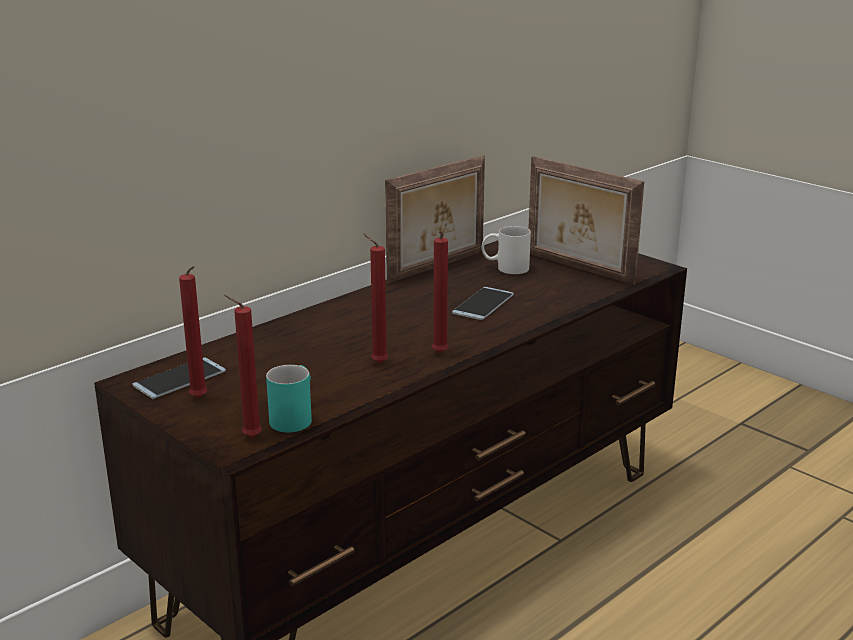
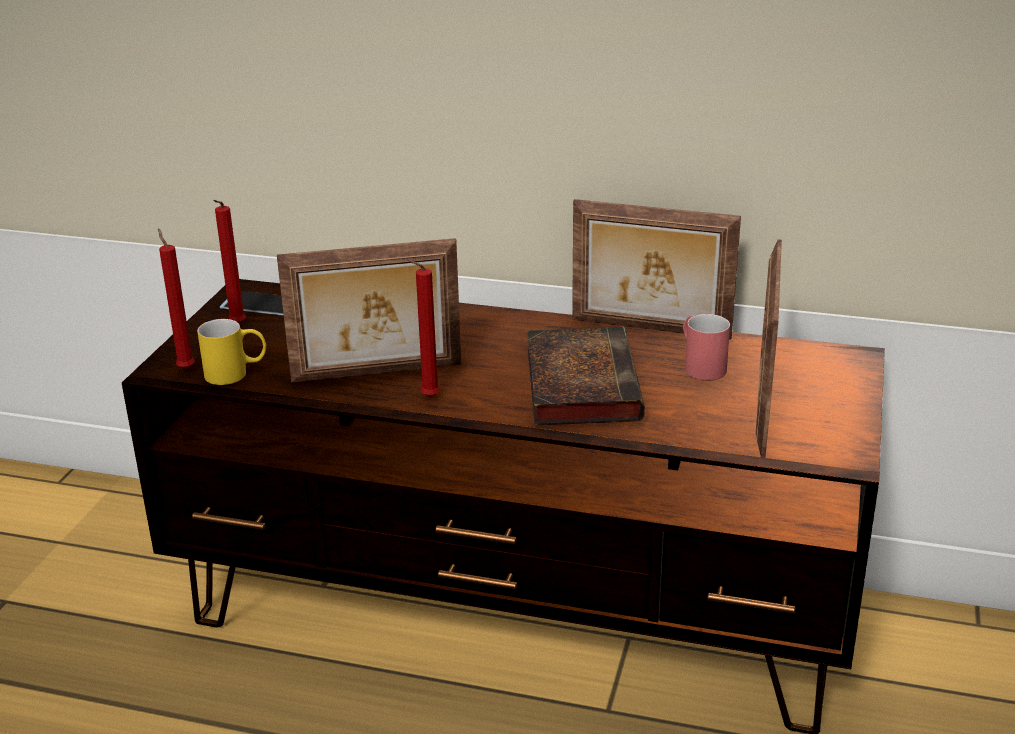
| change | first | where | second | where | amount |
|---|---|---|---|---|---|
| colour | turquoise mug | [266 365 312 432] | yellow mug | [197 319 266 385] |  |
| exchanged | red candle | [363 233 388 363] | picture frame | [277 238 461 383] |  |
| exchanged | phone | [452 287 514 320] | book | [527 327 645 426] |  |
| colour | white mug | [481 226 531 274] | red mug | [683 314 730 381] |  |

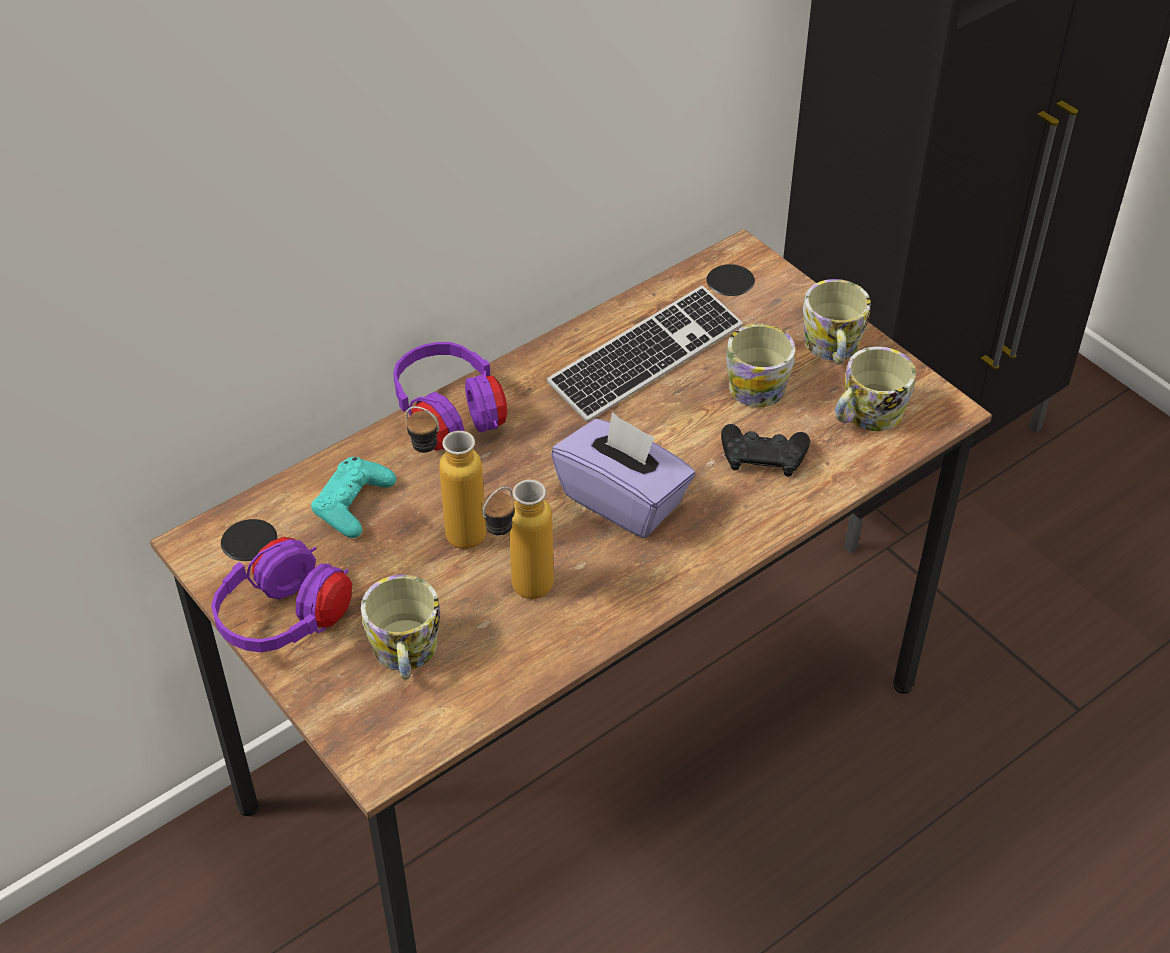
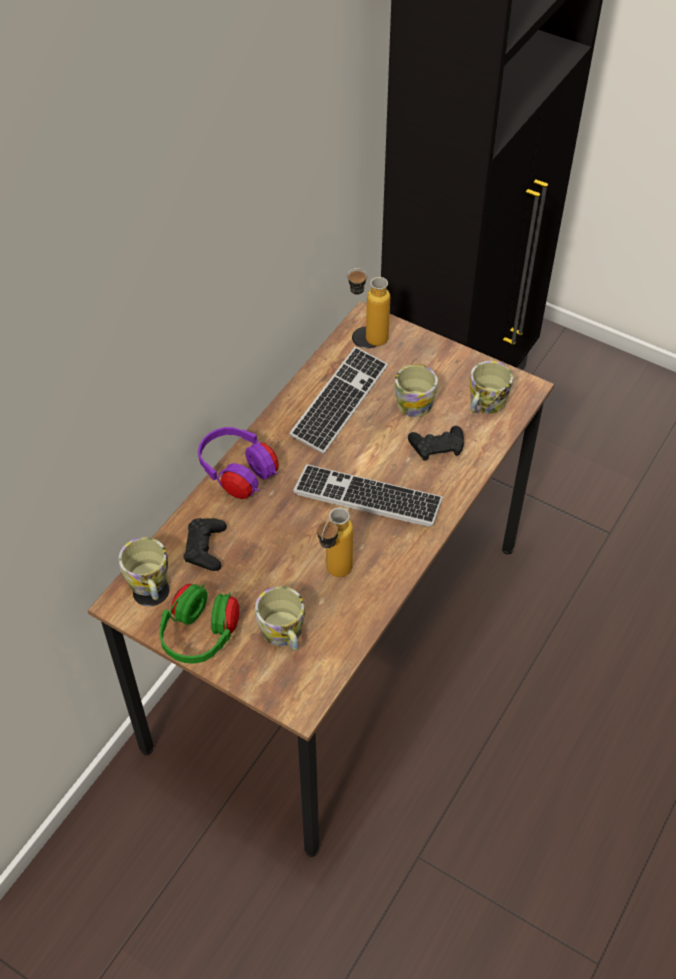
| change | first | where | second | where | amount |
|---|---|---|---|---|---|
| relocated | mug | [803 279 871 365] |  | [119 537 168 600] |  |
| colour | purple headphones | [211 537 352 653] | green headphones | [159 584 239 664] |  |
| colour | turquoise game controller | [311 457 397 538] | black game controller | [183 518 227 571] |  |
| exchanged | purple tissue box | [551 412 695 538] | keyboard | [293 464 443 527] |  |
| relocated | bottle | [406 406 486 549] |  | [347 268 390 346] |  |

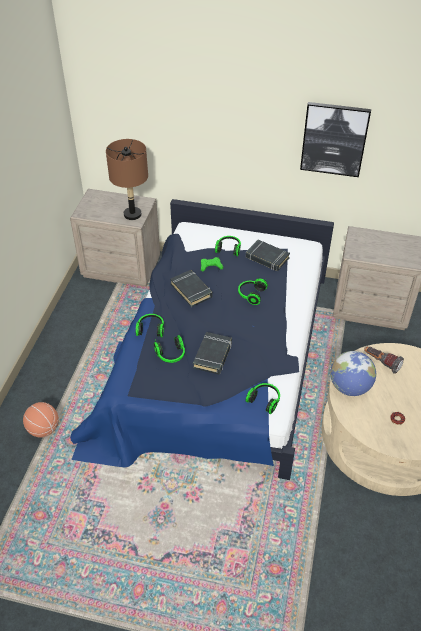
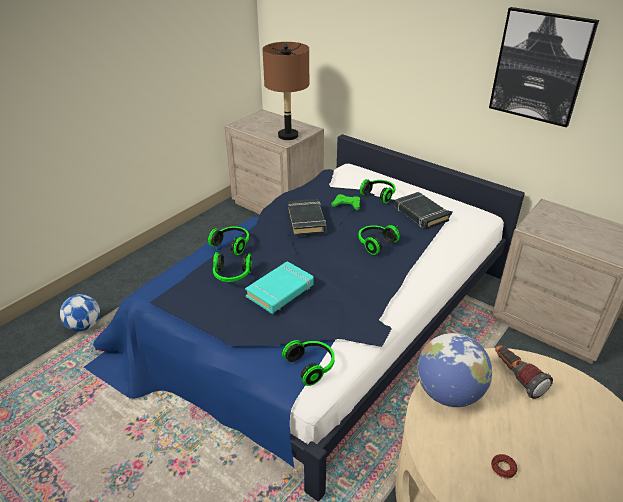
| change | first | where | second | where | amount |
|---|---|---|---|---|---|
| exchanged | basketball | [23 402 59 438] | football | [60 294 100 331] |  |
| colour | black book | [193 332 232 374] | turquoise book | [245 261 314 314] |  |

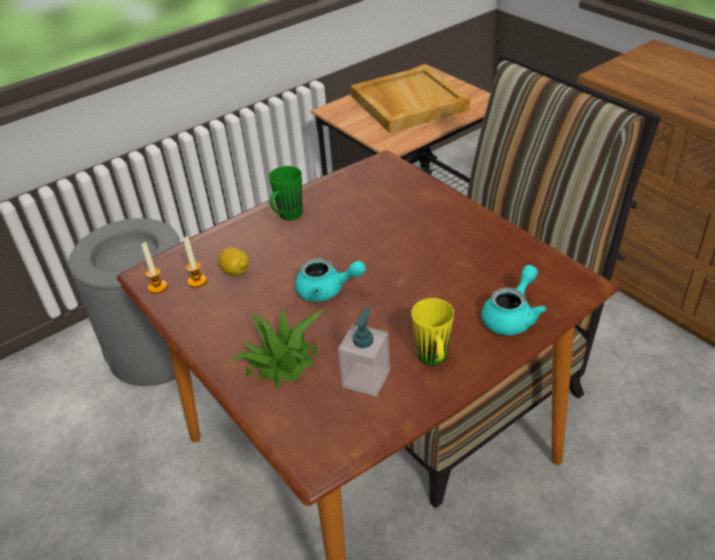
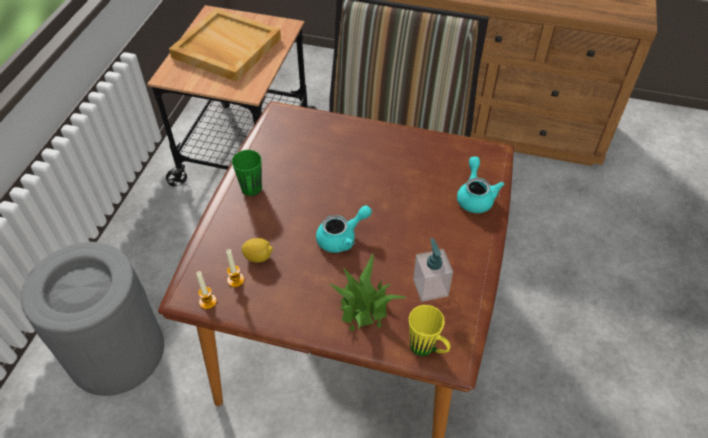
| change | first | where | second | where | amount |
|---|---|---|---|---|---|
| relocated | yellow mug | [411 298 454 366] |  | [409 305 450 356] |  |

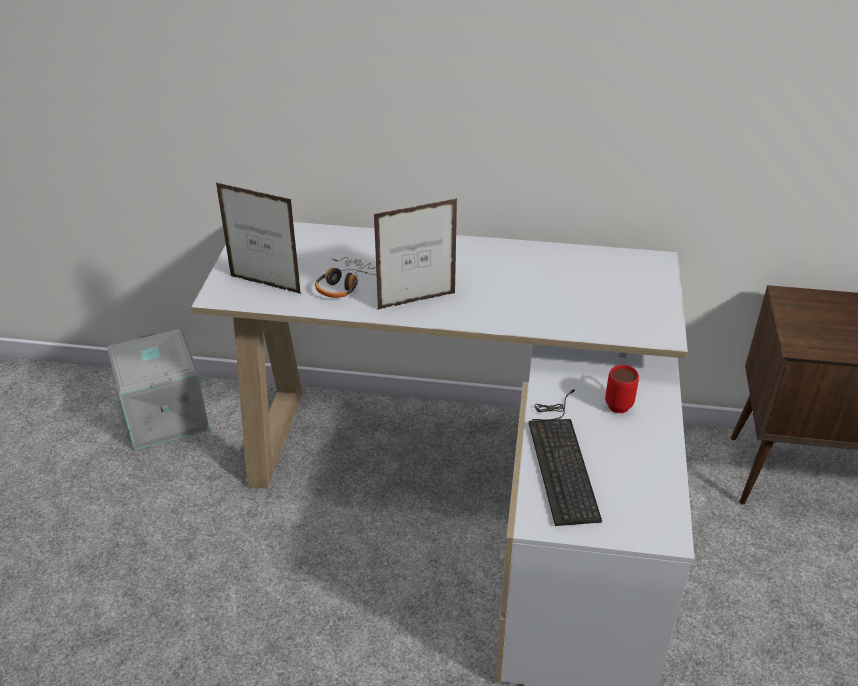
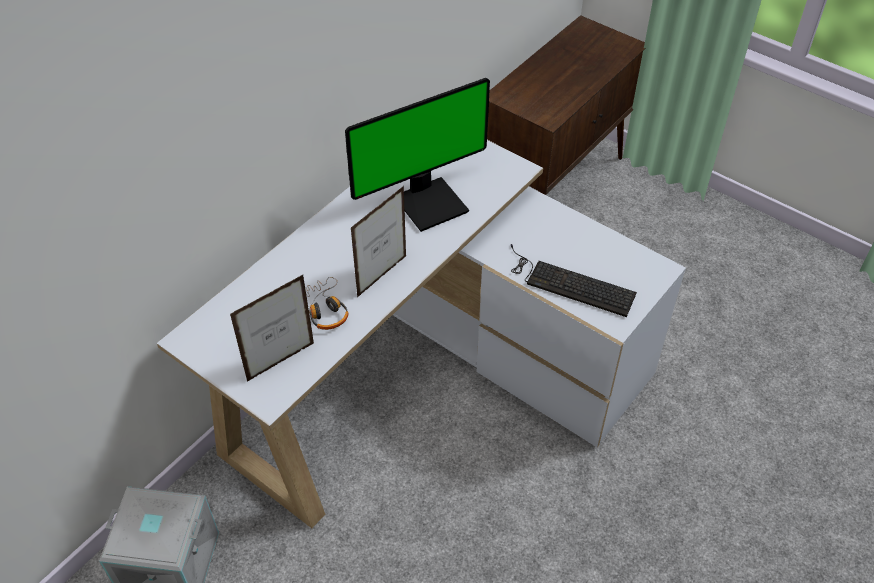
| change | first | where | second | where | amount |
|---|---|---|---|---|---|
| appeared |  |  | monitor | [345 78 490 232] |  |
| spun | picture frame | [373 198 457 310] |  | [351 186 406 298] | 150 degrees counterclockwise |
| missing | red mug | [605 365 639 413] |  |  |  |

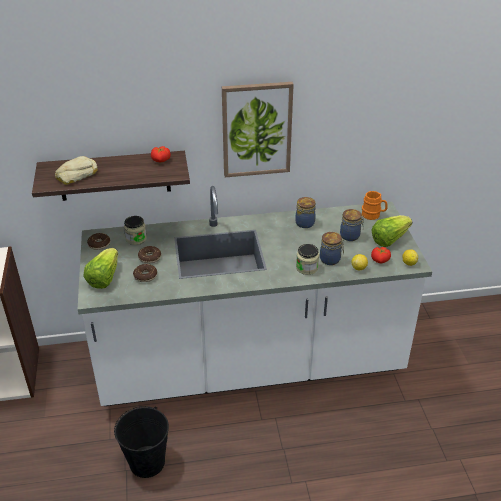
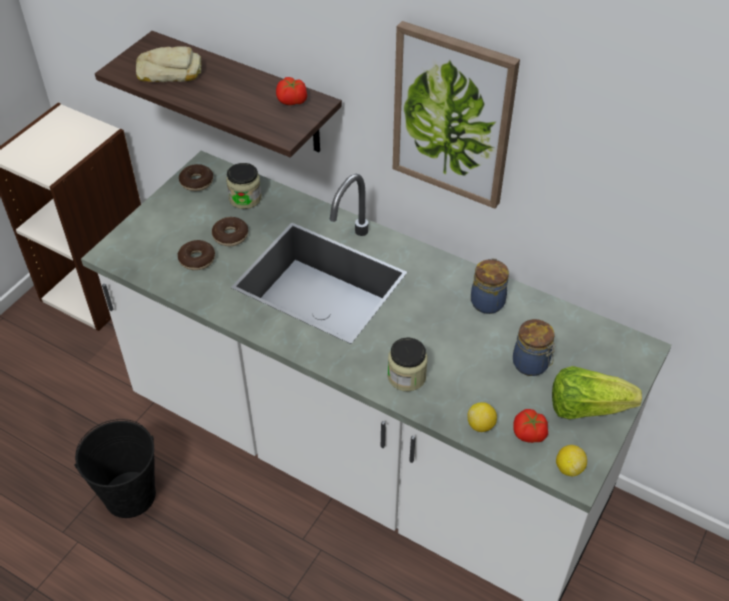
| change | first | where | second | where | amount |
|---|---|---|---|---|---|
| missing | lettuce | [84 248 118 289] |  |  |  |
| missing | jar | [320 232 345 265] |  |  |  |
| missing | orange mug | [362 191 388 220] |  |  |  |

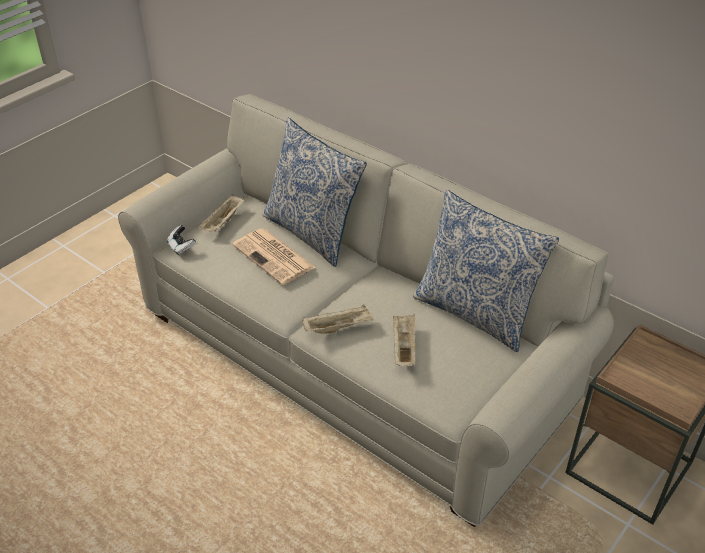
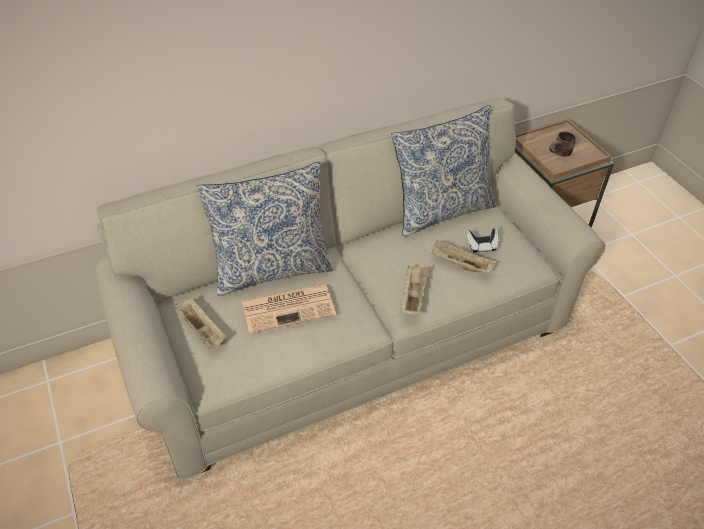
| change | first | where | second | where | amount |
|---|---|---|---|---|---|
| relocated | game controller | [167 225 196 255] |  | [466 228 499 253] |  |
| appeared |  |  | brown mug | [549 131 576 157] |  |

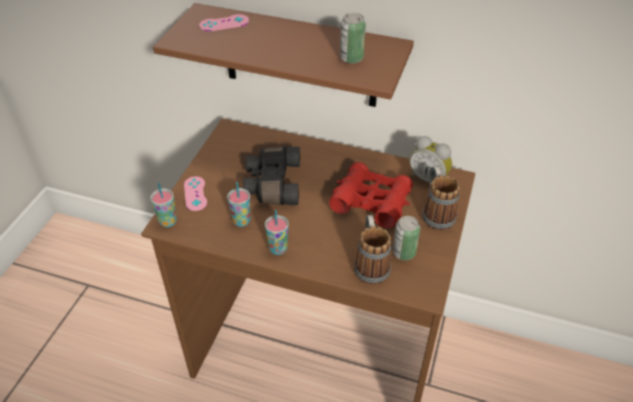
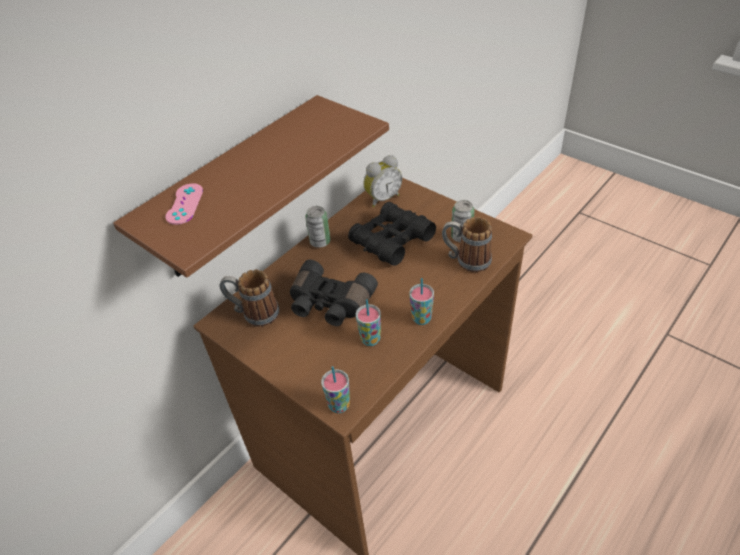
| change | first | where | second | where | amount |
|---|---|---|---|---|---|
| relocated | mug | [422 166 460 230] |  | [219 269 279 327] |  |
| relocated | can | [340 13 366 64] |  | [305 206 331 248] |  |
| colour | red binoculars | [329 162 413 228] | black binoculars | [348 202 436 266] |  |
| missing | pink game controller | [184 176 207 211] |  |  |  |

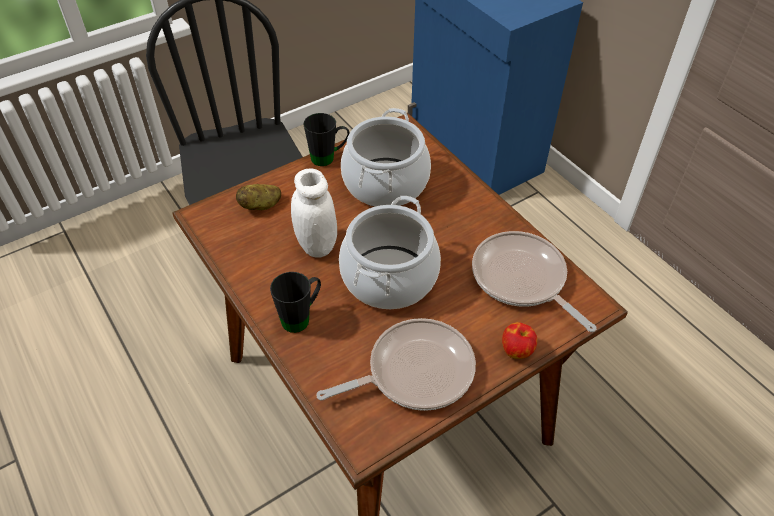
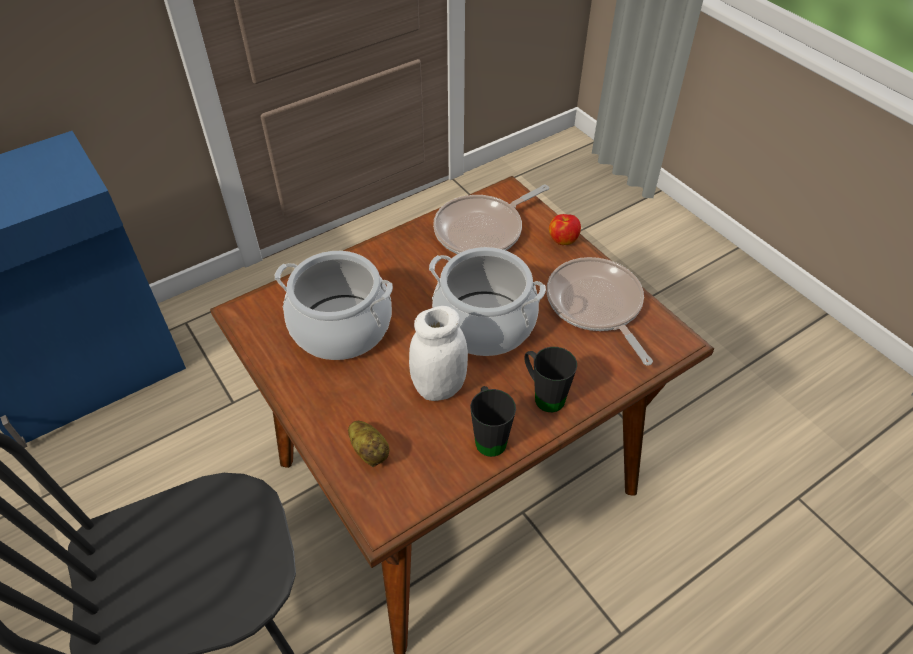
| change | first | where | second | where | amount |
|---|---|---|---|---|---|
| relocated | black mug | [304 113 350 166] |  | [470 386 516 457] |  |

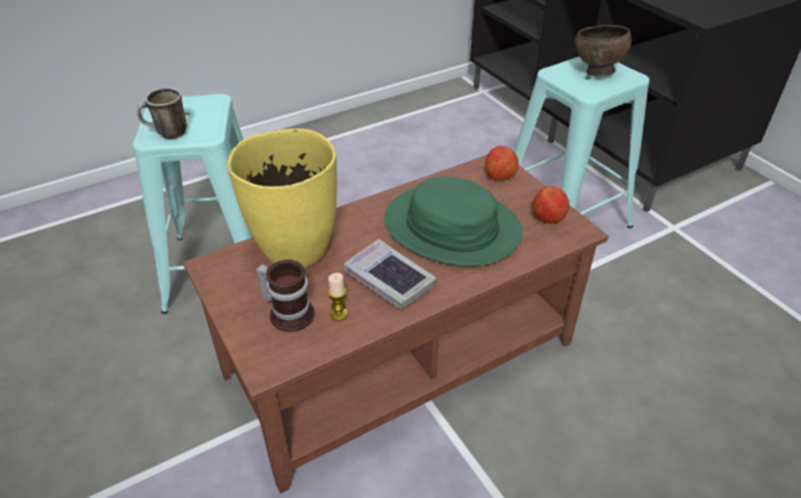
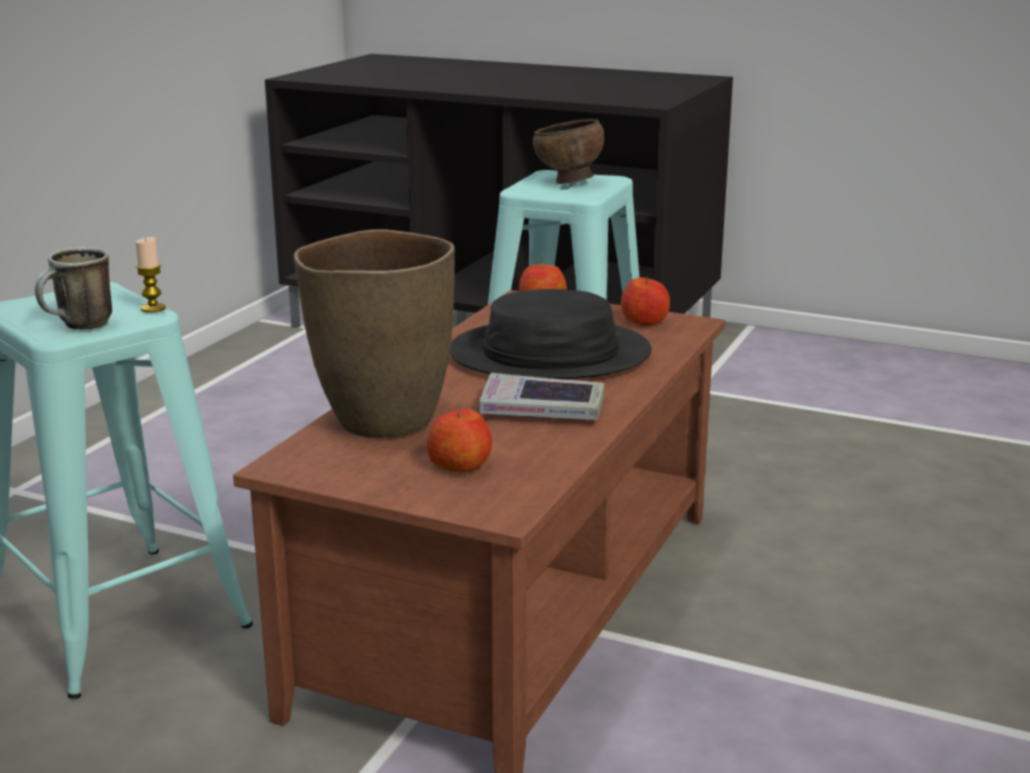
| change | first | where | second | where | amount |
|---|---|---|---|---|---|
| relocated | candle | [328 273 348 321] |  | [136 237 165 313] |  |
| colour | yellow vase | [227 129 337 268] | brown vase | [294 229 455 438] |  |
| exchanged | mug | [256 260 315 332] | apple | [427 405 492 472] |  |
| colour | green hat | [384 176 522 266] | black hat | [450 289 652 379] |  |

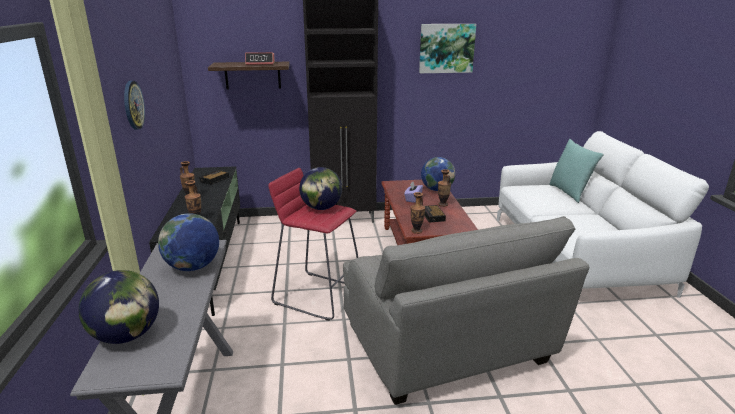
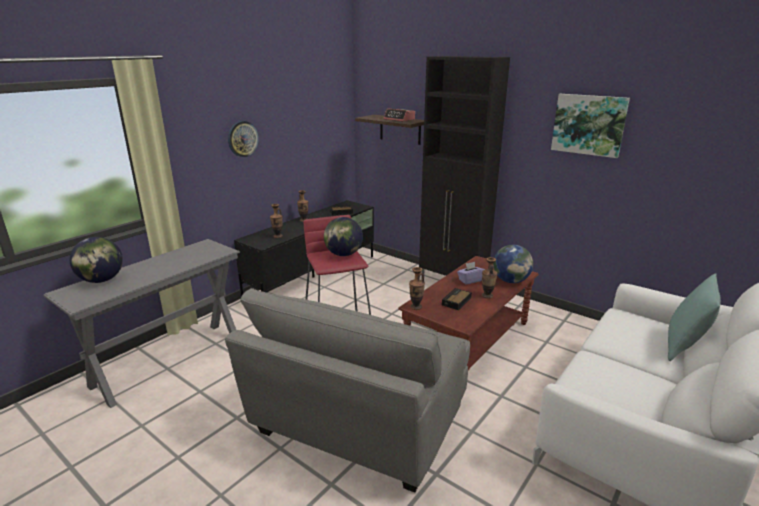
| change | first | where | second | where | amount |
|---|---|---|---|---|---|
| missing | globe | [158 213 219 271] |  |  |  |

